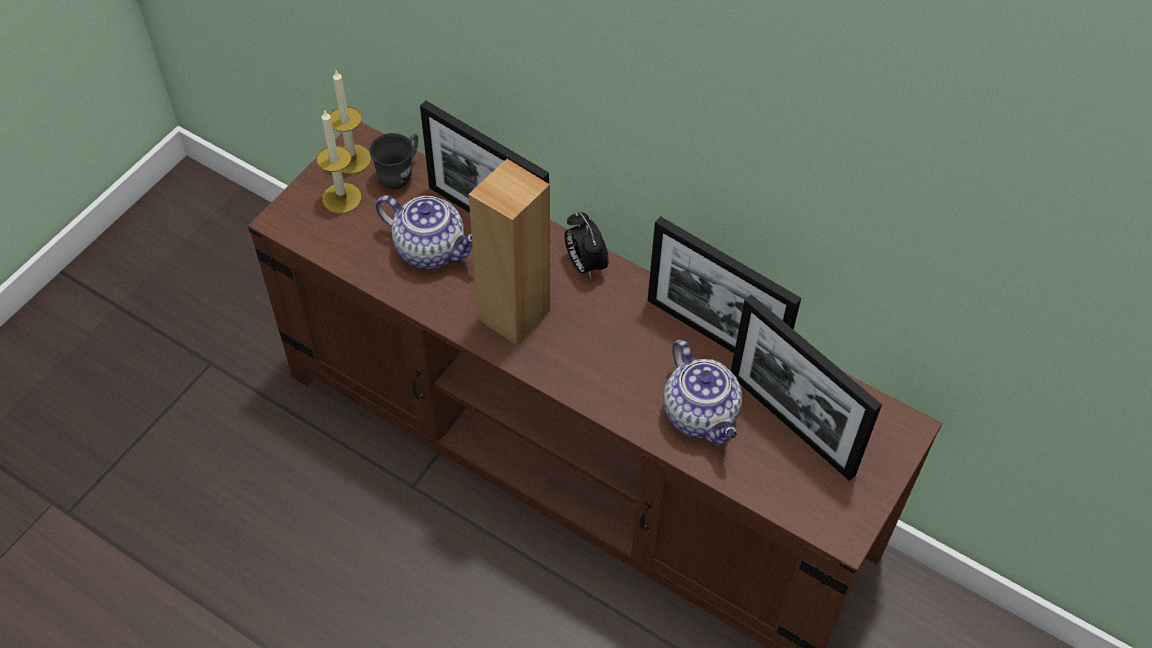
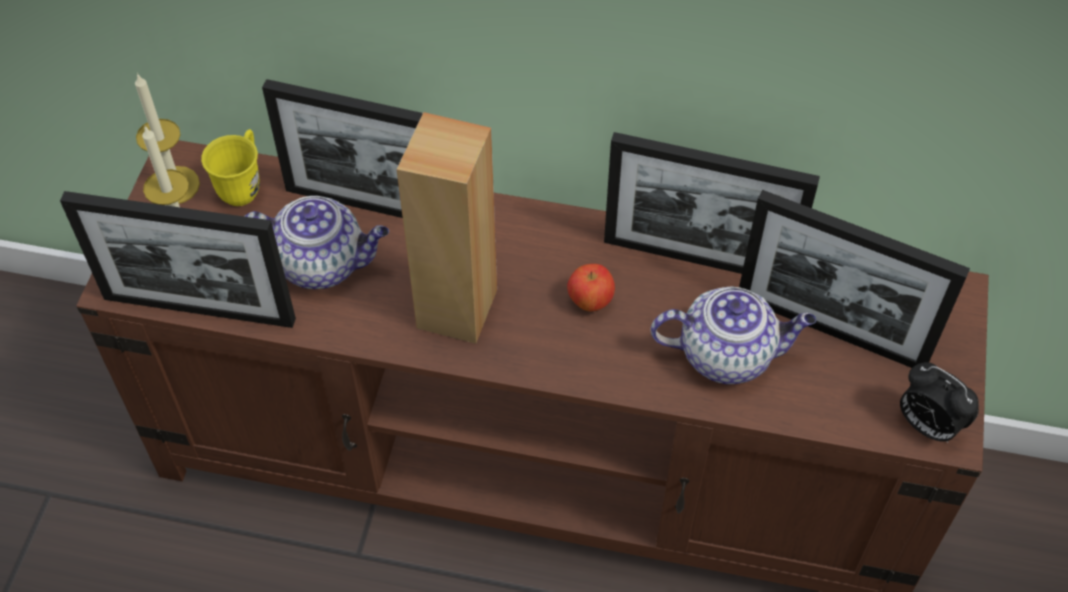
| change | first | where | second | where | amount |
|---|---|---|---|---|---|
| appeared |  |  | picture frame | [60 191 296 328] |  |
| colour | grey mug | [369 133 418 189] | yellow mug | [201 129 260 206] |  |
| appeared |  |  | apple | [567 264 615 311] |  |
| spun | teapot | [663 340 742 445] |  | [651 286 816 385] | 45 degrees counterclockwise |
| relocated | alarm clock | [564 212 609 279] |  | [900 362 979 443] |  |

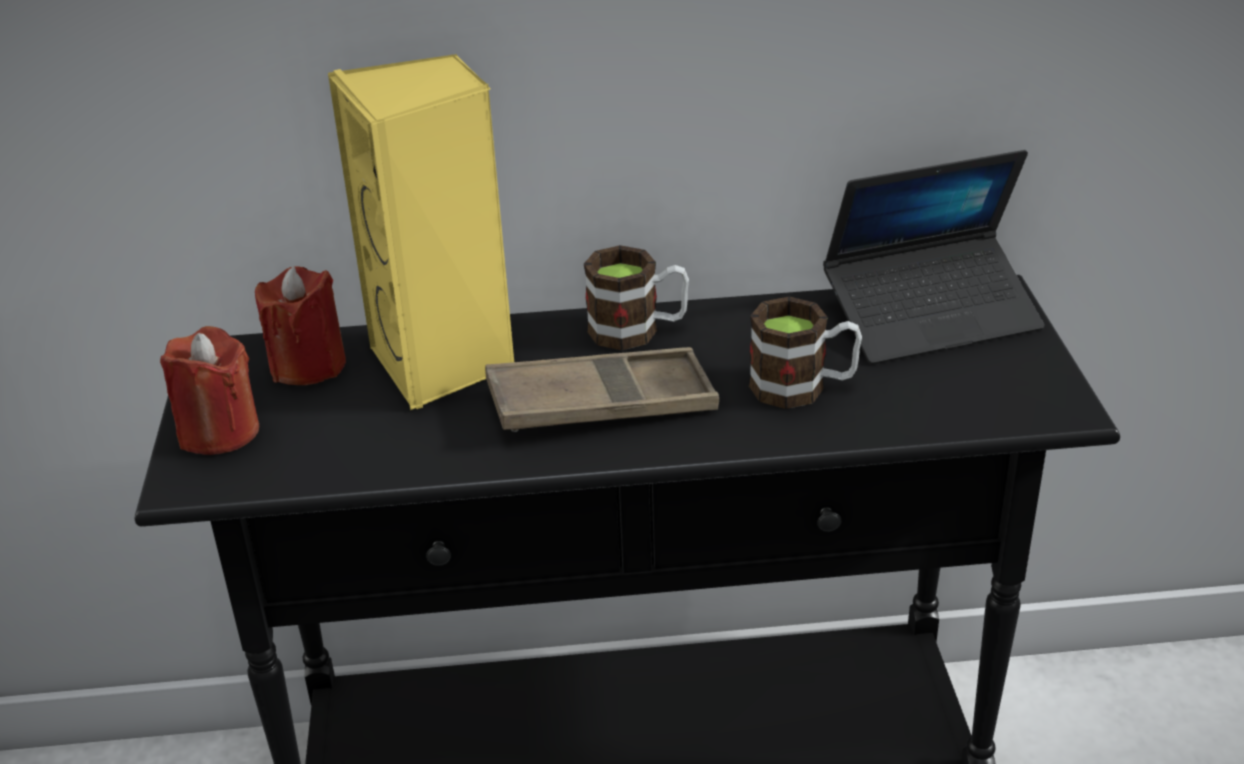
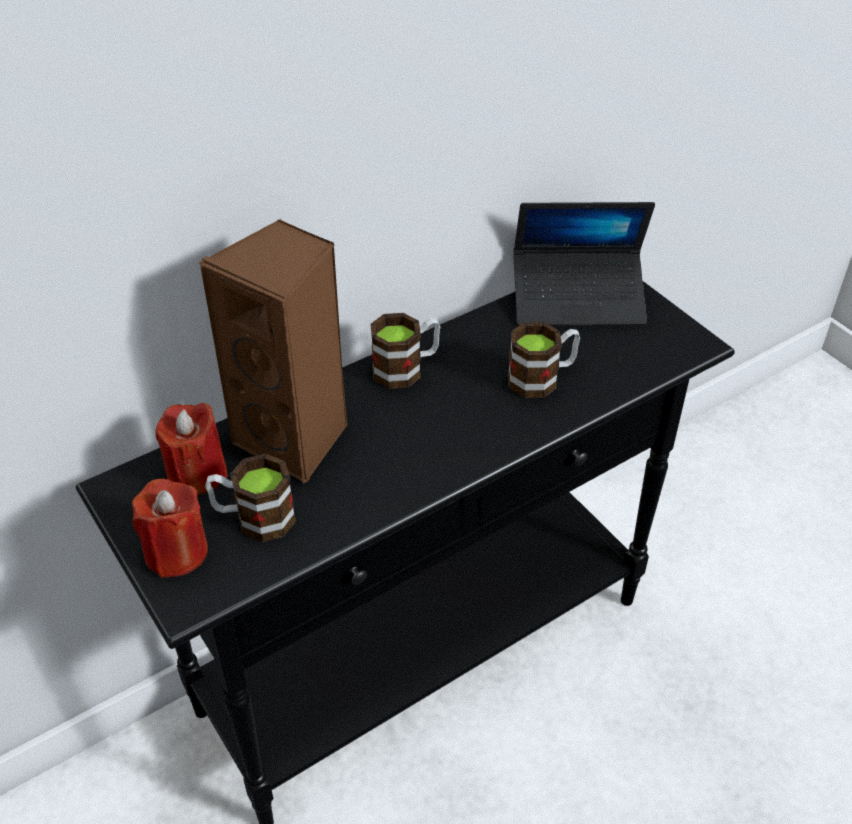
| change | first | where | second | where | amount |
|---|---|---|---|---|---|
| colour | yellow speaker | [328 54 514 410] | brown speaker | [198 219 348 484] |  |
| appeared |  |  | mug | [205 454 296 542] |  |
| spun | laptop | [823 150 1044 364] |  | [513 202 655 326] | 45 degrees clockwise |
| missing | brown tray | [485 347 719 432] |  |  |  |

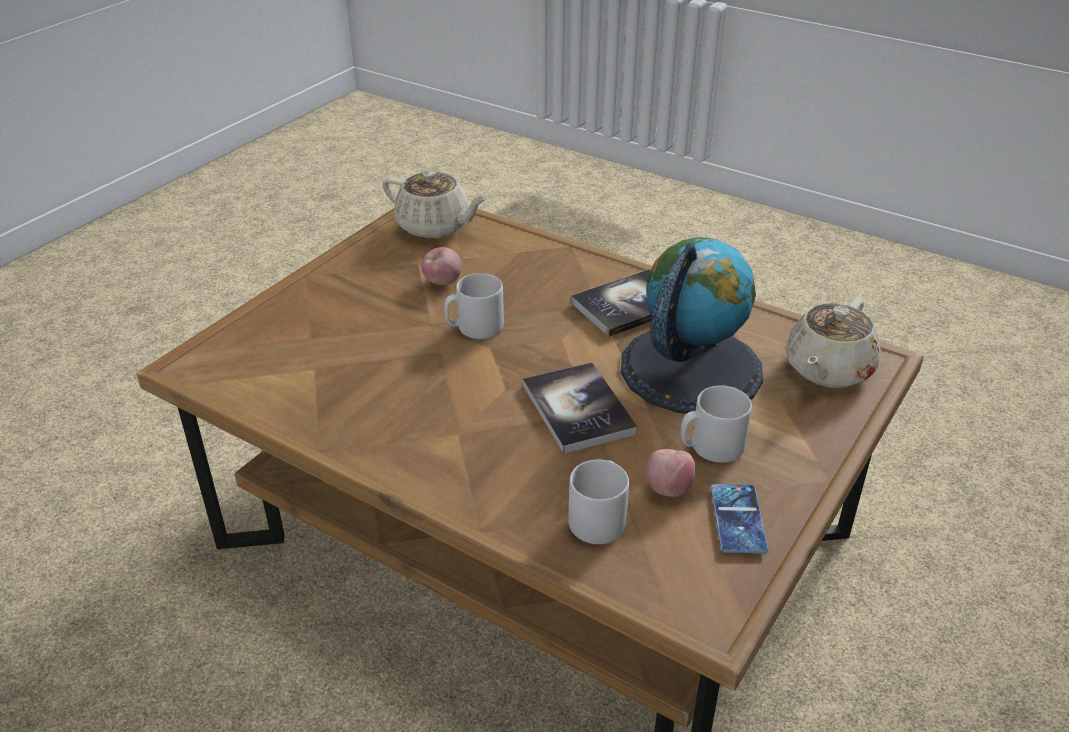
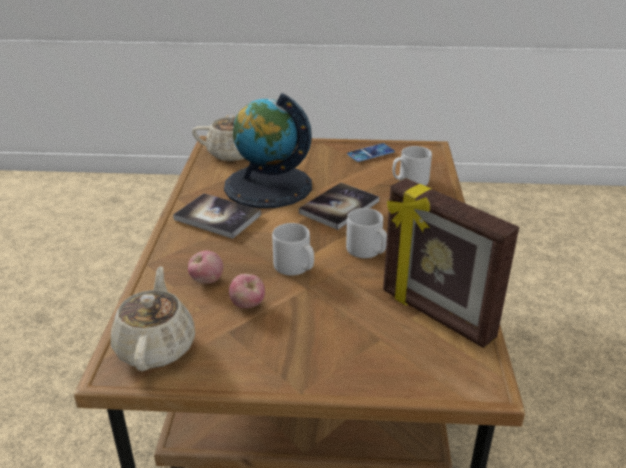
| change | first | where | second | where | amount |
|---|---|---|---|---|---|
| relocated | apple | [646 449 696 497] |  | [188 250 223 284] |  |
| relocated | grey mug | [681 385 752 463] |  | [346 208 387 258] |  |
| appeared |  |  | picture frame | [383 178 519 348] |  |

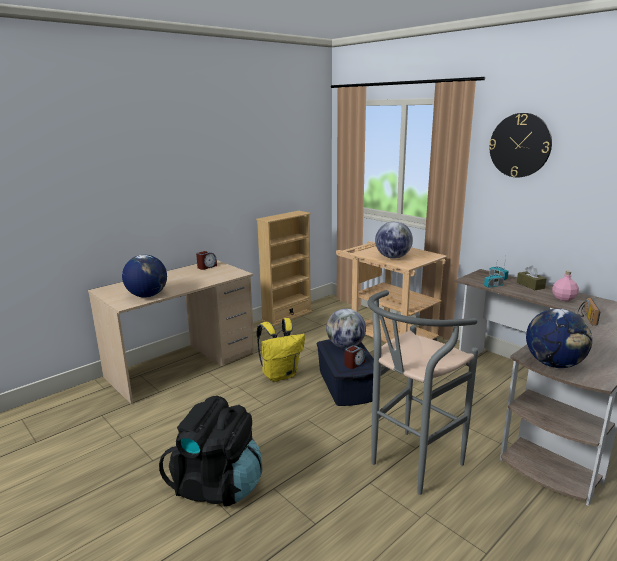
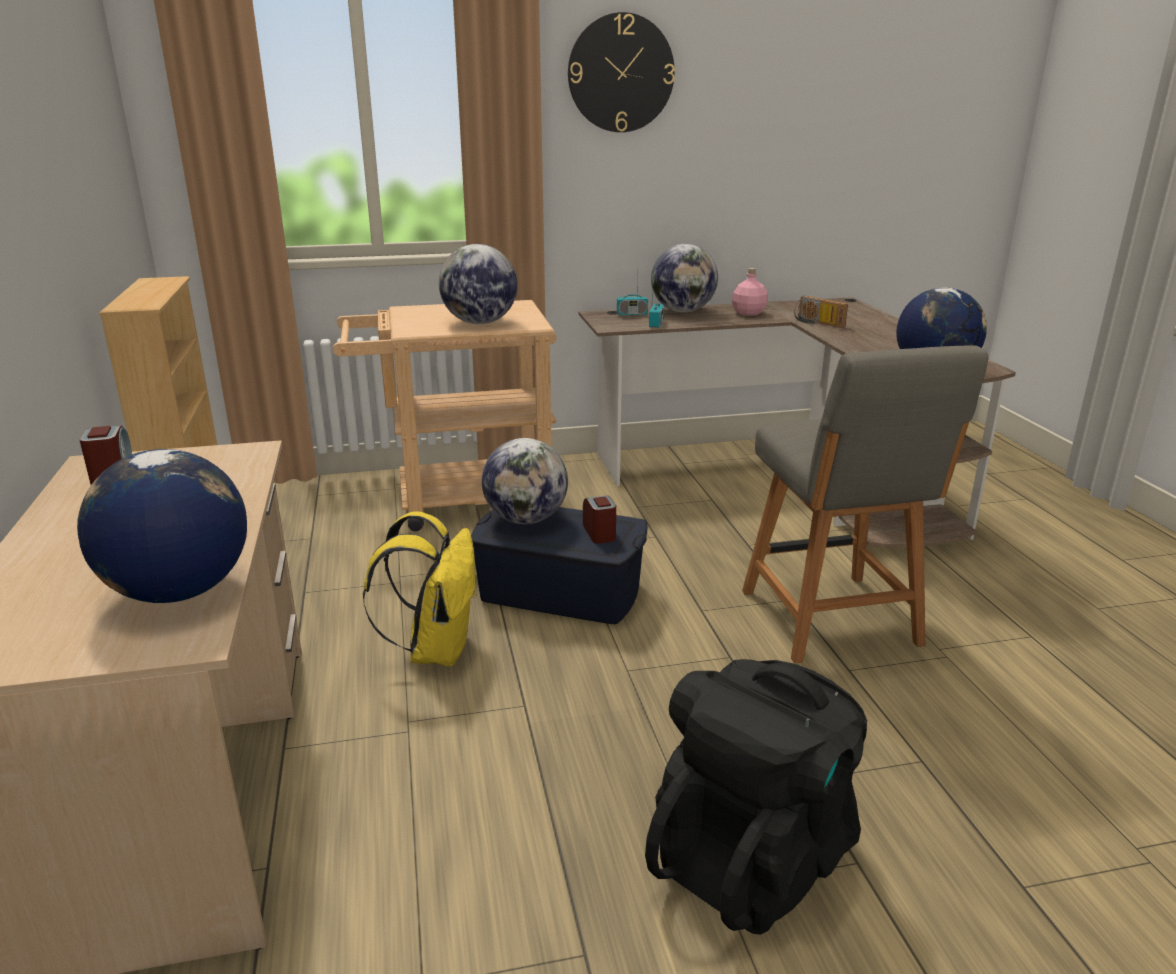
| change | first | where | second | where | amount |
|---|---|---|---|---|---|
| exchanged | brown tissue box | [517 265 547 290] | globe | [651 244 718 312] |  |
| exchanged | grey stool | [368 290 478 495] | grey chair | [742 345 988 664] |  |

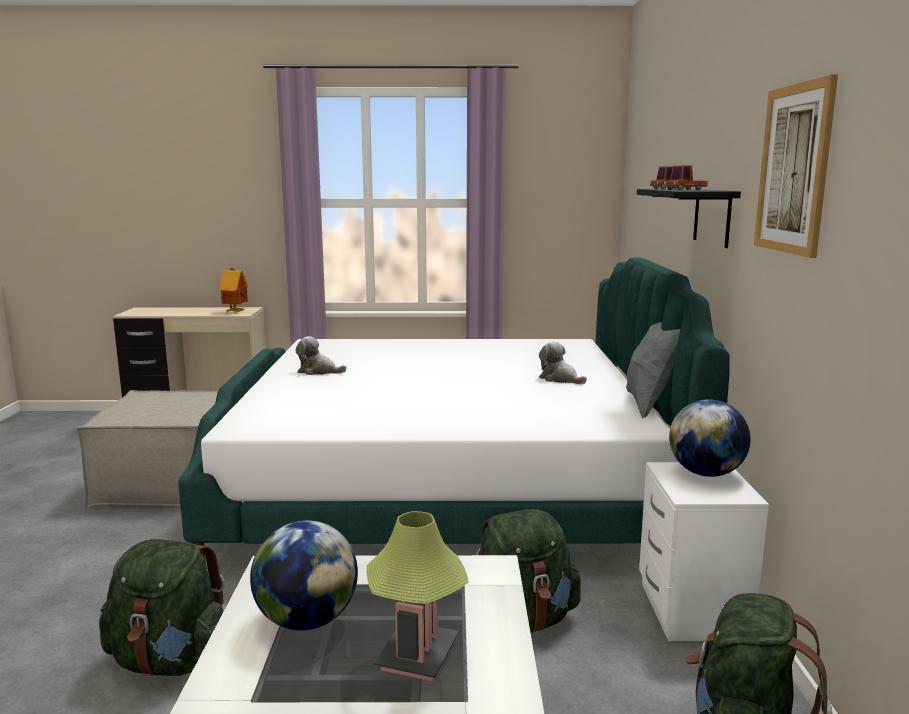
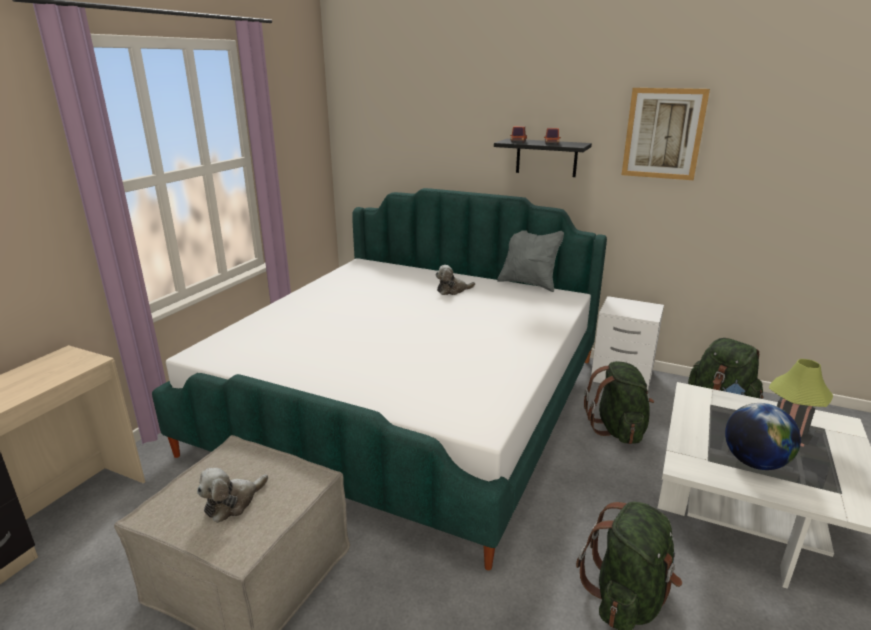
| change | first | where | second | where | amount |
|---|---|---|---|---|---|
| relocated | plush toy | [295 336 346 375] |  | [197 468 268 523] |  |
| missing | toy house | [219 268 248 312] |  |  |  |
| missing | globe | [669 399 751 477] |  |  |  |

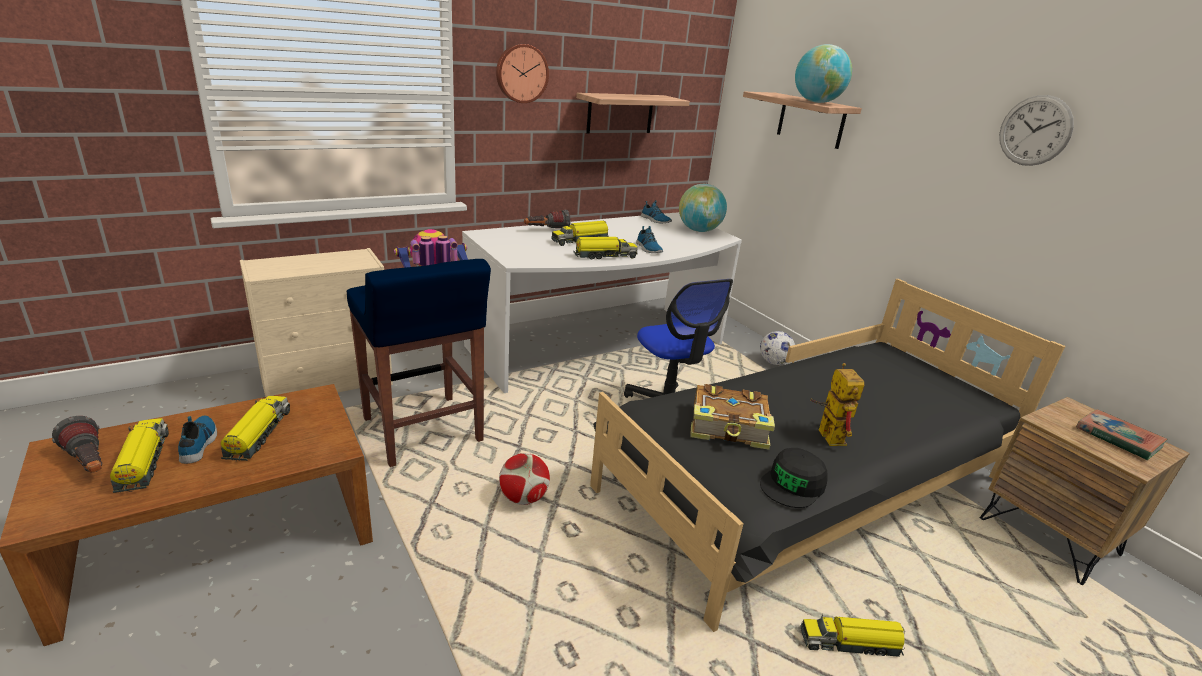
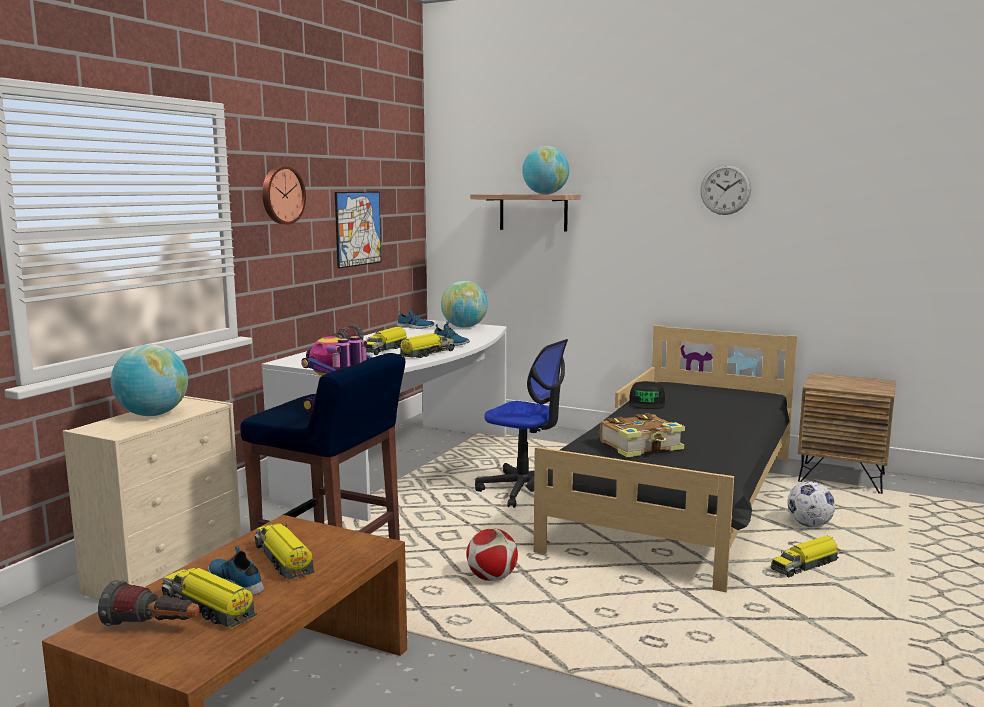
| change | first | where | second | where | amount |
|---|---|---|---|---|---|
| appeared |  |  | globe | [111 345 188 416] |  |
| exchanged | shelf | [576 93 690 134] | picture | [335 191 381 269] |  |
| relocated | black cap | [760 448 828 508] |  | [629 381 665 409] |  |
| relocated | football | [760 331 795 365] |  | [788 482 835 527] |  |
| missing | toy robot | [810 363 864 446] |  |  |  |
| missing | book | [1076 409 1168 460] |  |  |  |

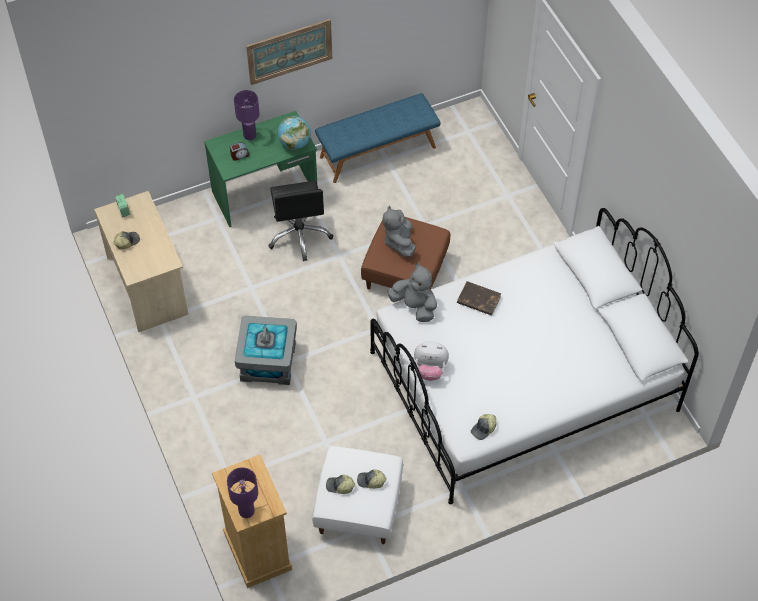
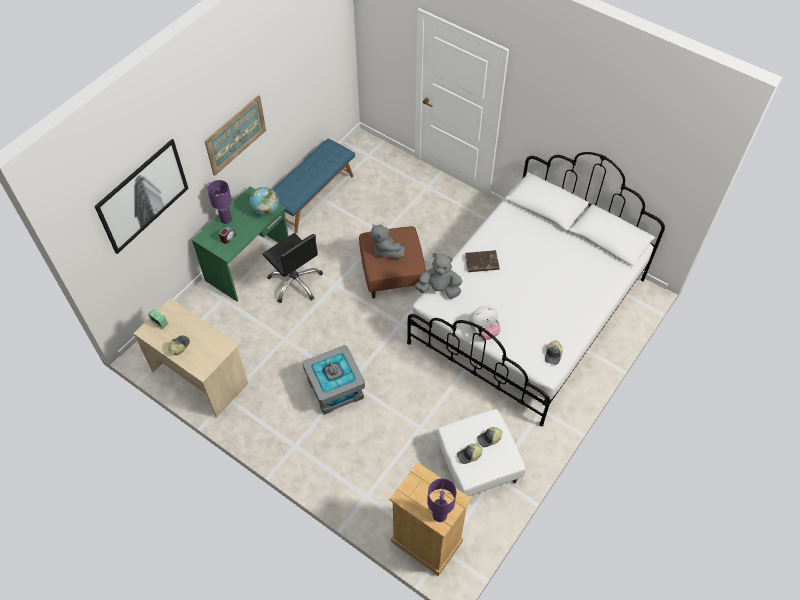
| change | first | where | second | where | amount |
|---|---|---|---|---|---|
| appeared |  |  | picture | [94 139 189 254] |  |

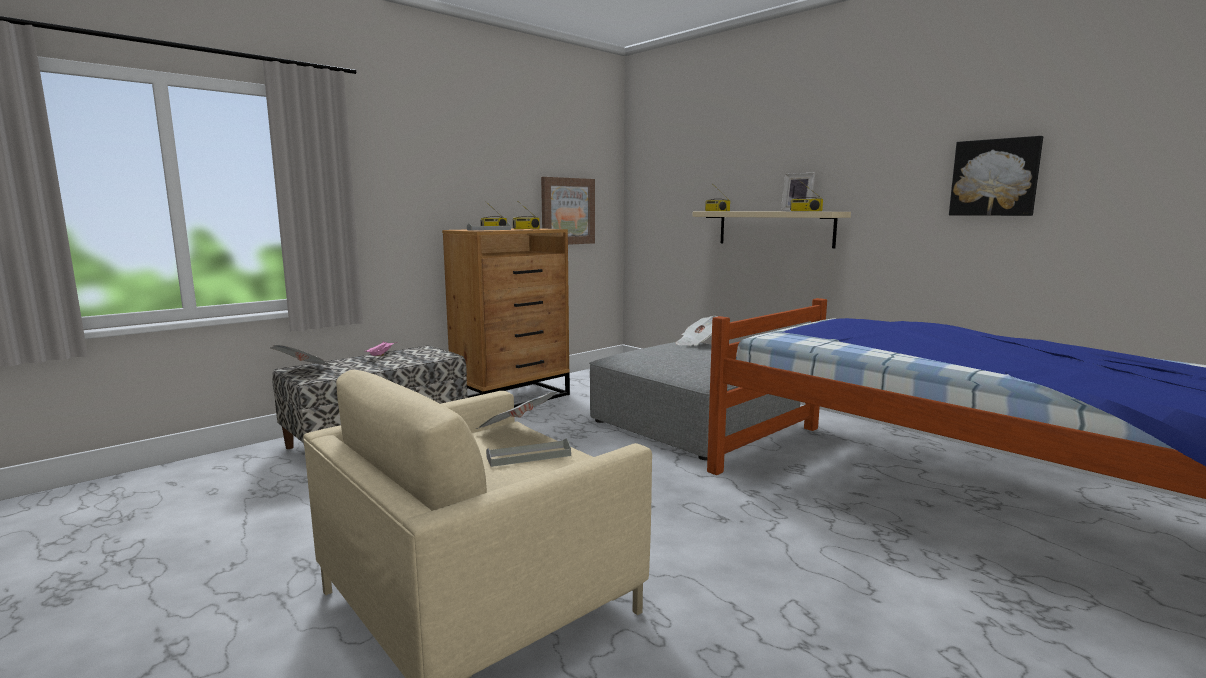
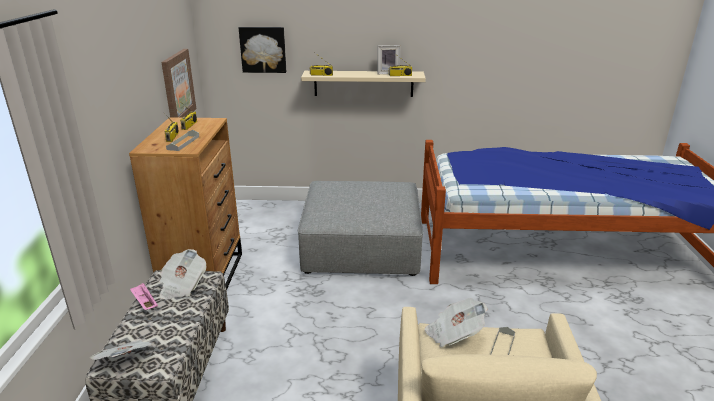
| change | first | where | second | where | amount |
|---|---|---|---|---|---|
| relocated | newspaper | [676 316 718 346] |  | [159 249 207 299] |  |
| relocated | picture | [949 136 1043 216] |  | [239 27 286 73] |  |

